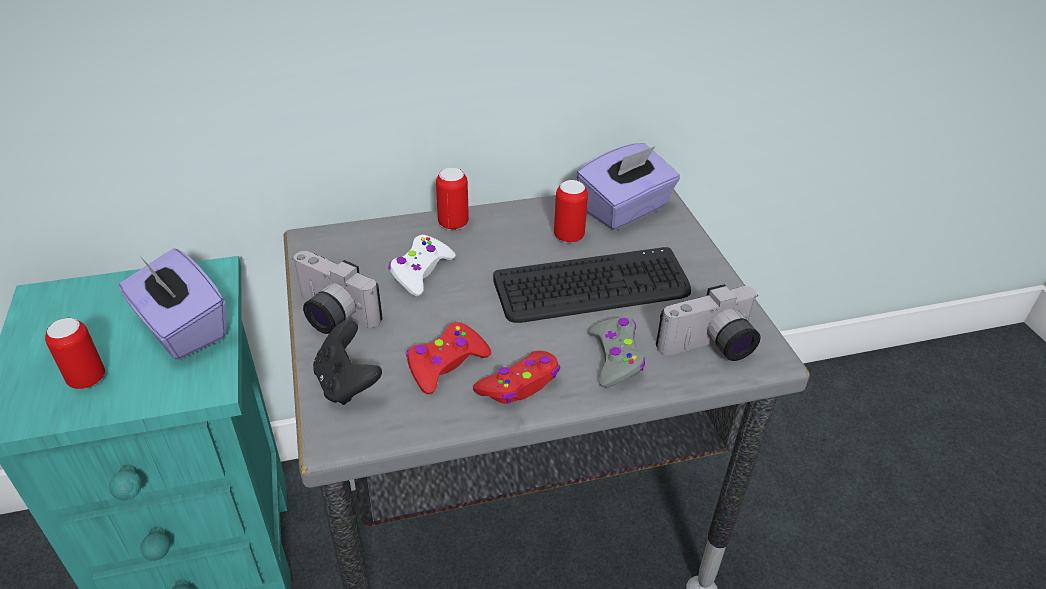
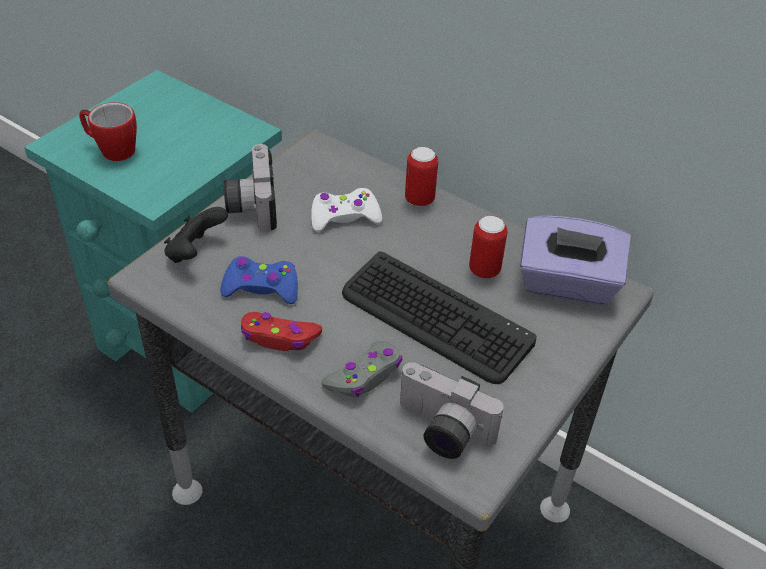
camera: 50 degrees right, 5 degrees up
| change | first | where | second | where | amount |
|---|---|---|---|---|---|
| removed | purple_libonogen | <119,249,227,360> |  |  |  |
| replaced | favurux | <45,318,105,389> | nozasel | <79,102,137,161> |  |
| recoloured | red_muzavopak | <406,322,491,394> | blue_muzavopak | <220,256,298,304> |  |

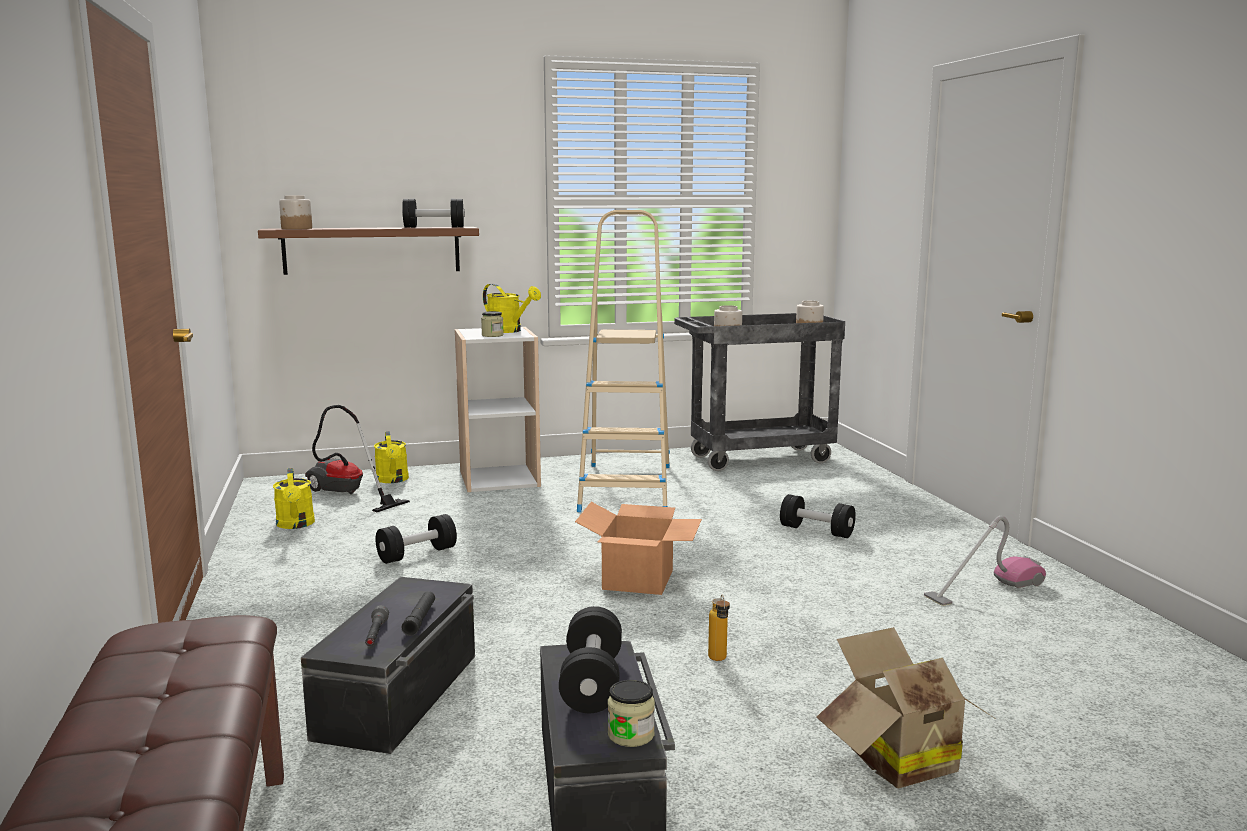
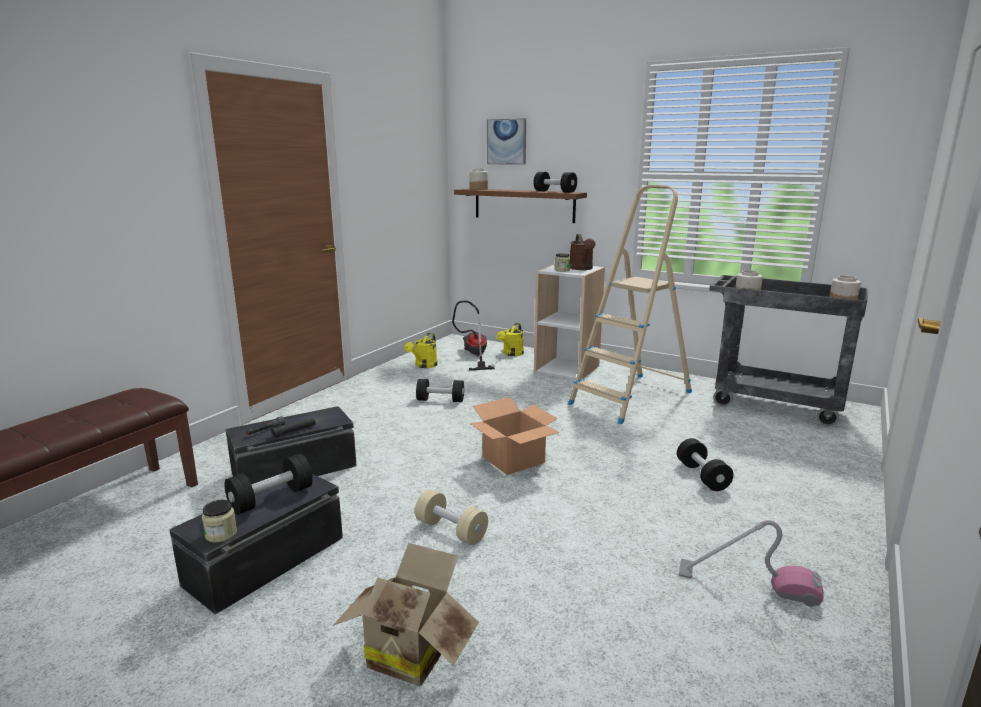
camera: 45 degrees right, 5 degrees up
| change | first | where | second | where | amount |
|---|---|---|---|---|---|
| recoloured | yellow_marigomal | <483,284,541,333> | brown_marigomal | <570,234,595,270> |  |
| replaced | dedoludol | <708,594,730,661> | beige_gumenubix | <415,489,488,545> |  |
| added |  |  | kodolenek | <487,118,526,165> |  |

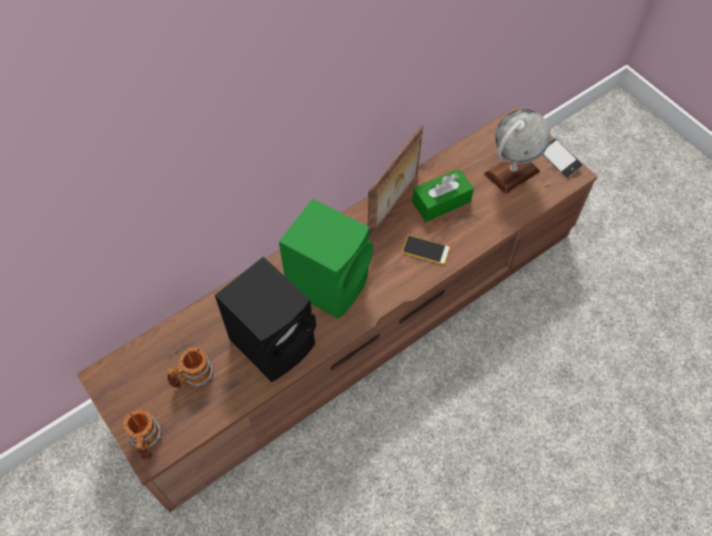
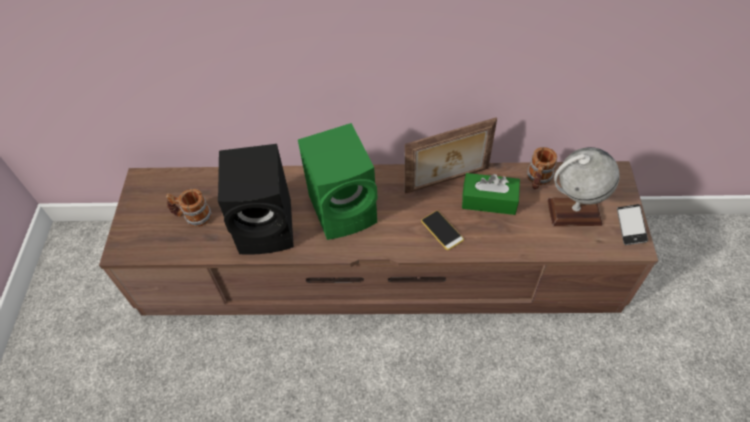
camera: 40 degrees right, 5 degrees down
| change | first | where | second | where | amount |
|---|---|---|---|---|---|
| moved | nozasel | <123,409,162,460> |  | <527,147,557,189> |  |

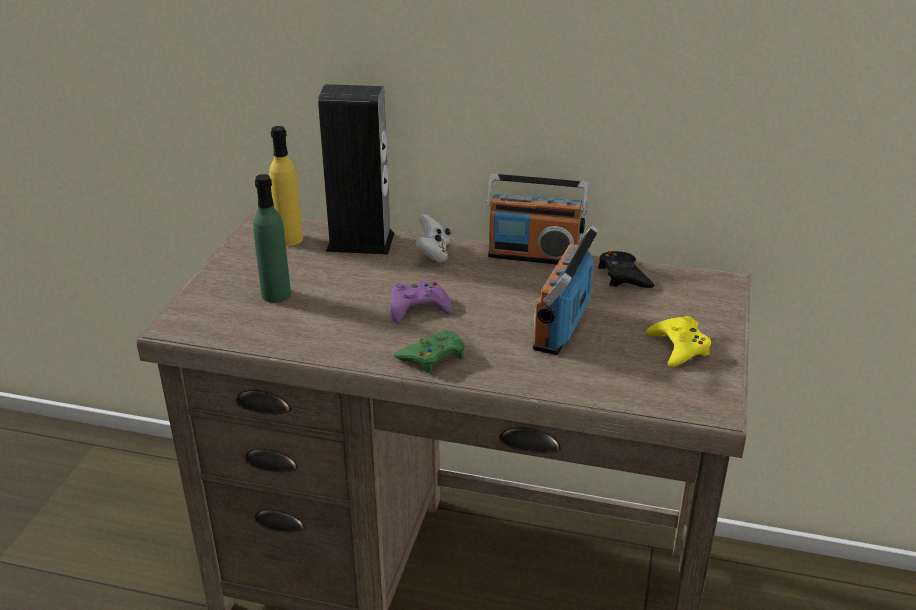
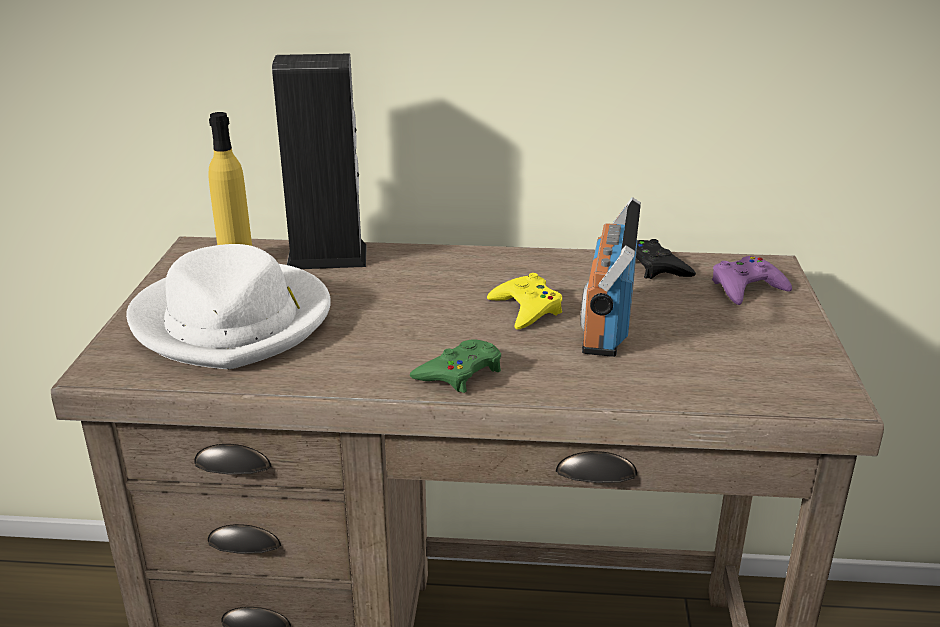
camera: 10 degrees left, 5 degrees down
| change | first | where | second | where | amount |
|---|---|---|---|---|---|
| replaced | green_dedoludol | <253,174,291,303> | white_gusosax | <126,244,331,369> |  |
| removed | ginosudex | <486,174,589,264> |  |  |  |
| removed | white_muzavopak | <415,214,451,263> |  |  |  |
| moved | purple_muzavopak | <390,280,453,323> |  | <712,256,792,305> |  |
| moved | yellow_muzavopak | <646,316,711,367> |  | <487,273,562,329> |  |

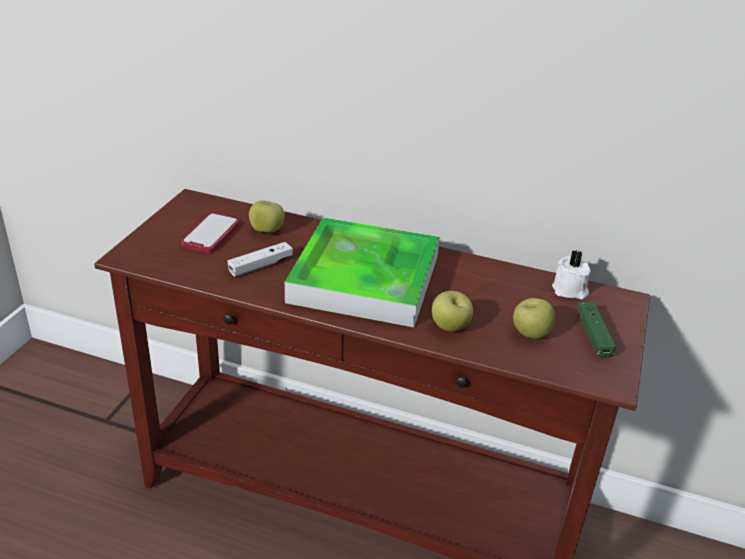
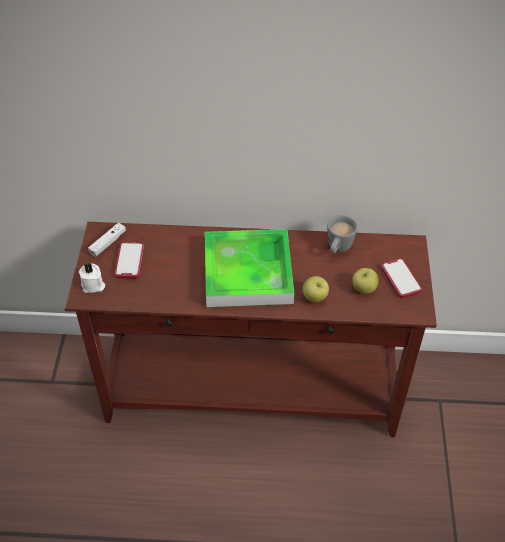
camera: 15 degrees left, 15 degrees up
| change | first | where | second | where | amount |
|---|---|---|---|---|---|
| removed | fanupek | <249,201,285,233> |  |  |  |
| moved | white_muzavopak | <227,242,293,277> |  | <88,223,126,257> |  |
| moved | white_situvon | <552,250,591,299> |  | <79,263,105,293> |  |
| replaced | green_muzavopak | <577,302,616,358> | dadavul | <381,258,422,298> |  |
| added |  |  | grey_nozasel | <327,215,357,254> |  |

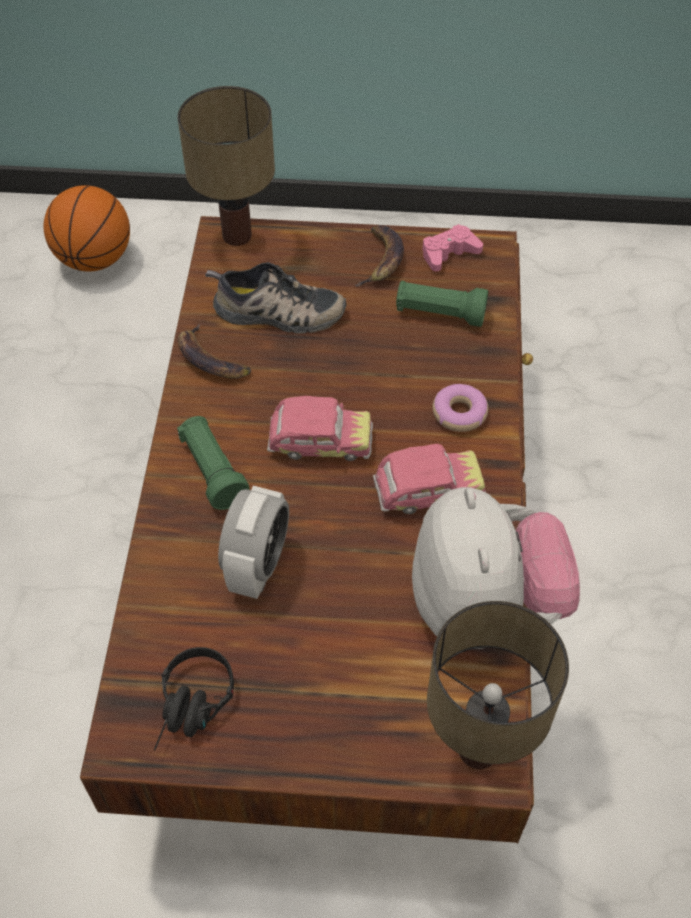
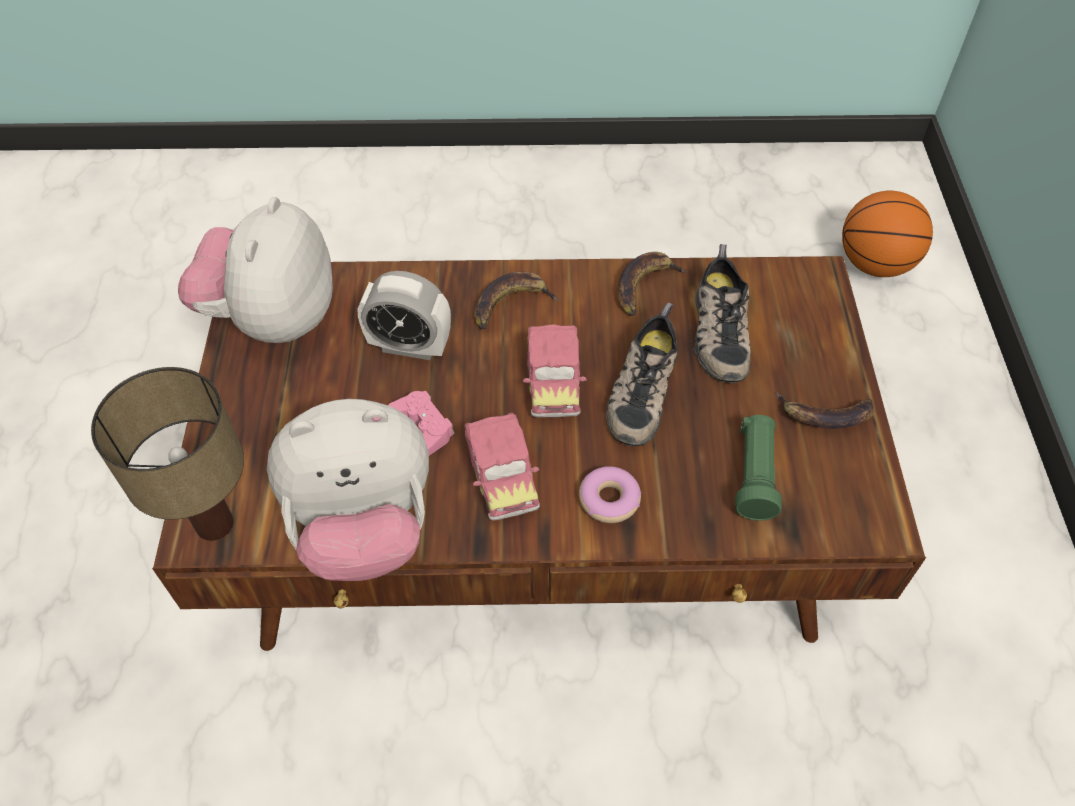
camera: 85 degrees right, 0 degrees up
| change | first | where | second | where | amount |
|---|---|---|---|---|---|
| removed | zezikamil | <178,86,275,246> |  |  |  |
| moved | pink_muzavopak | <422,224,483,271> |  | <388,391,455,455> |  |
| replaced | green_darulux | <177,416,250,510> | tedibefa | <474,272,560,329> |  |
| replaced | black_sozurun | <154,647,234,750> | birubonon | <178,197,333,343> |  |
| added |  |  | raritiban | <606,302,677,446> |  |

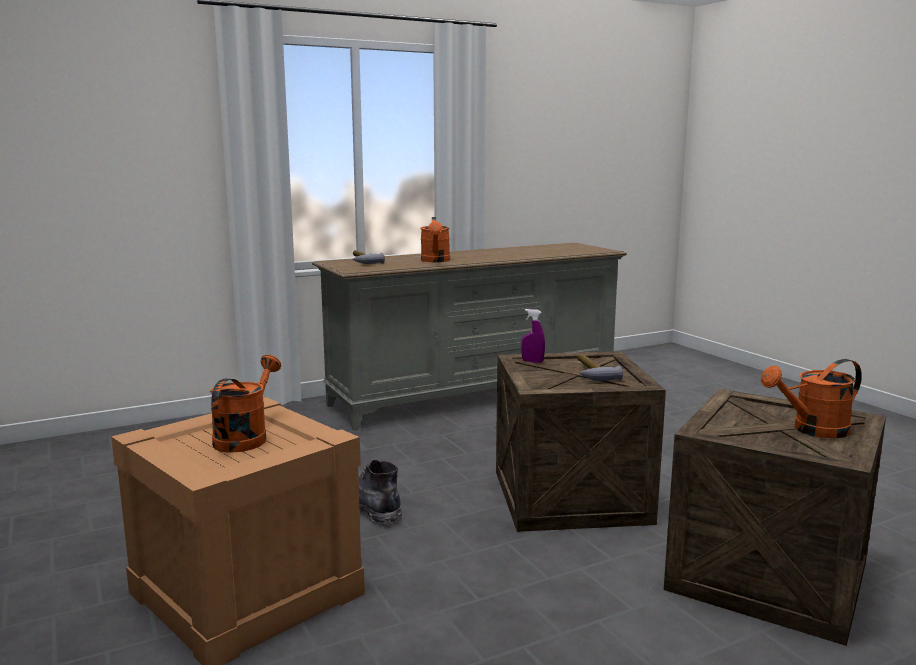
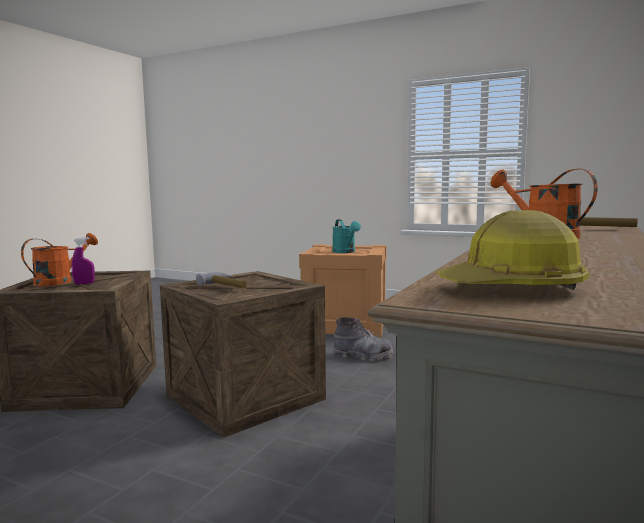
camera: 145 degrees right, 5 degrees down
| change | first | where | second | where | amount |
|---|---|---|---|---|---|
| moved | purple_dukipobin | <521,309,545,363> |  | <72,237,95,285> |  |
| recoloured | orange_marigomal | <210,355,281,453> | turquoise_marigomal | <332,219,361,253> |  |
| added |  |  | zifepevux | <436,210,589,290> |  |

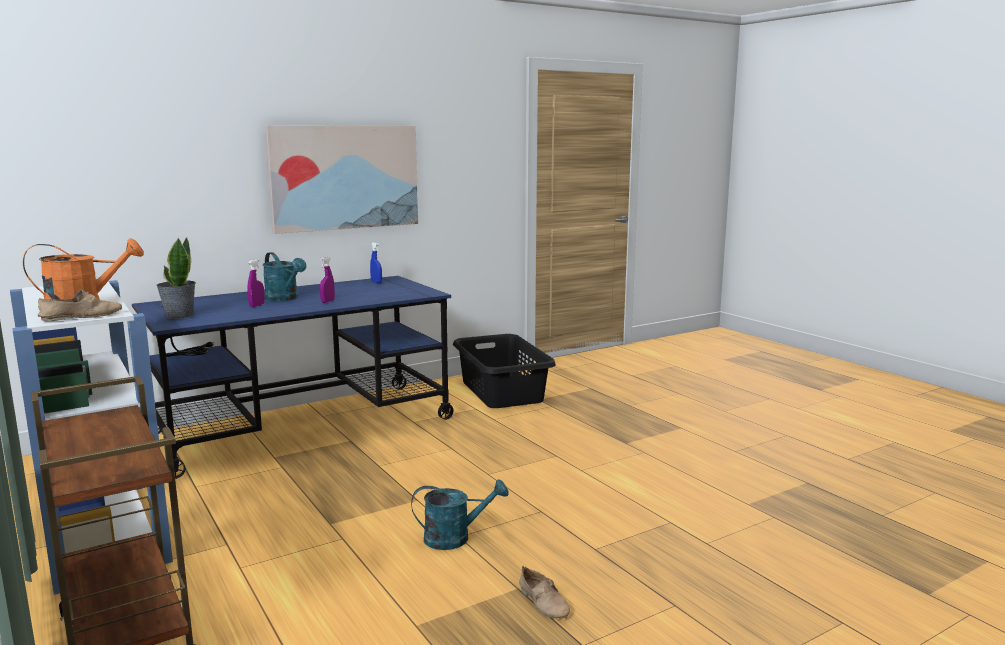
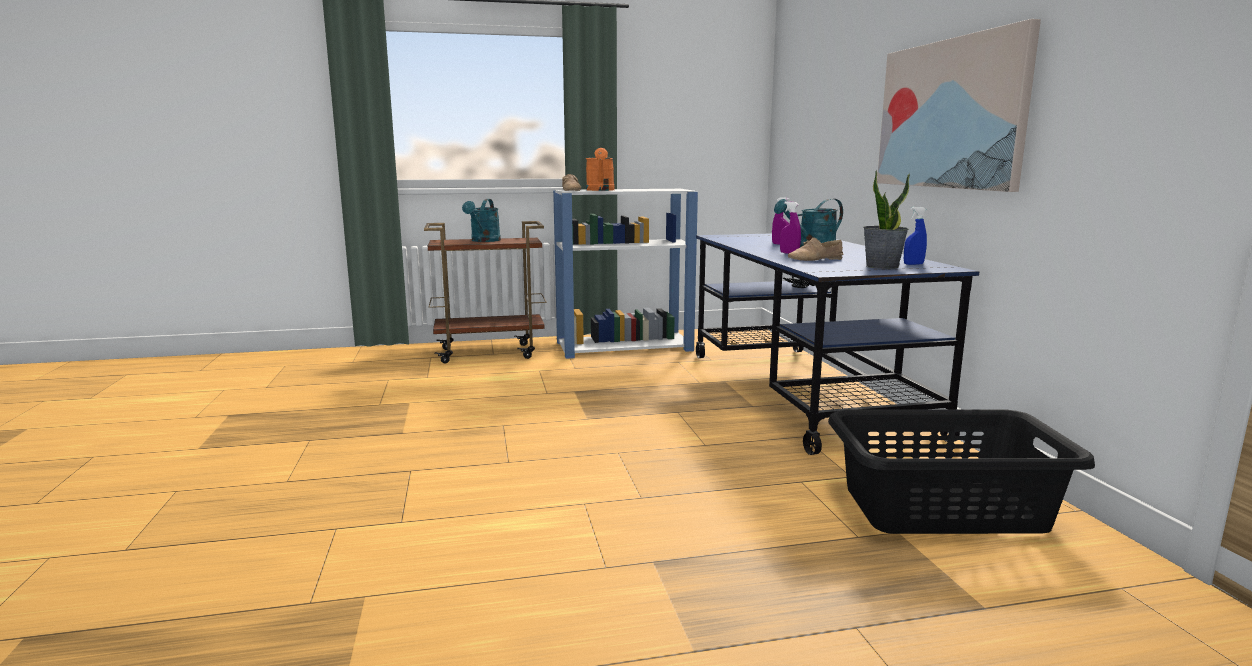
camera: 110 degrees right, 0 degrees up
| change | first | where | second | where | amount |
|---|---|---|---|---|---|
| moved | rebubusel | <156,237,196,319> |  | <863,170,910,269> |  |
| moved | turquoise_marigomal | <411,479,508,550> |  | <462,199,501,242> |  |
| moved | beige_raritiban | <519,566,570,618> |  | <788,237,843,261> |  |

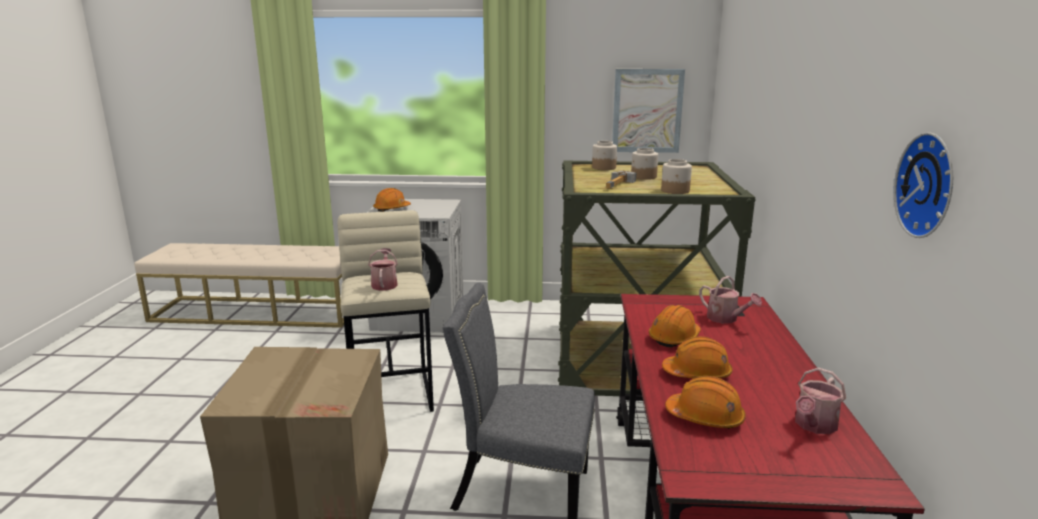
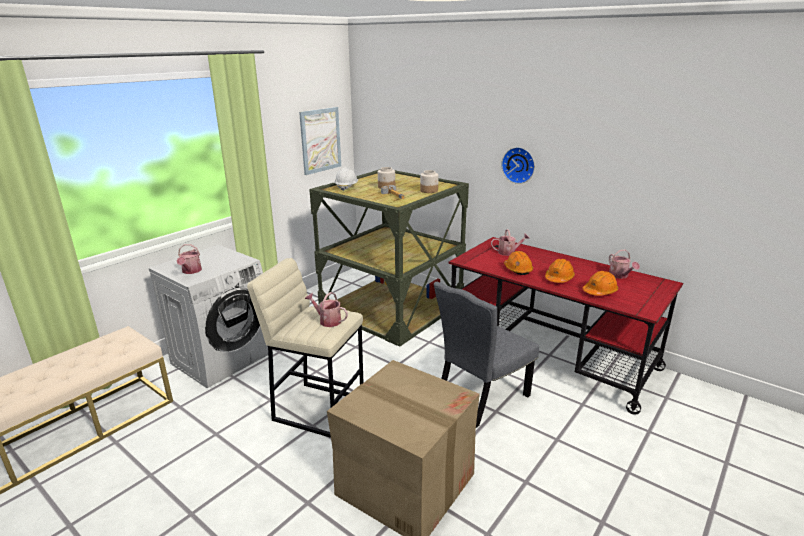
camera: 55 degrees left, 5 degrees up
| change | first | where | second | where | amount |
|---|---|---|---|---|---|
| moved | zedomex | <894,132,953,238> |  | <501,147,535,184> |  |
| replaced | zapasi | <592,141,617,170> | white_zifepevux | <335,167,358,191> |  |
| replaced | orange_zifepevux | <373,188,411,212> | marigomal | <177,244,202,274> |  |

